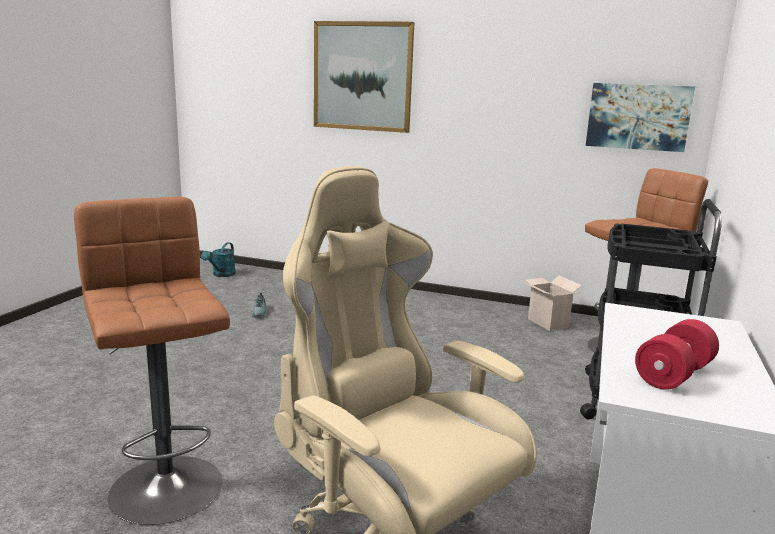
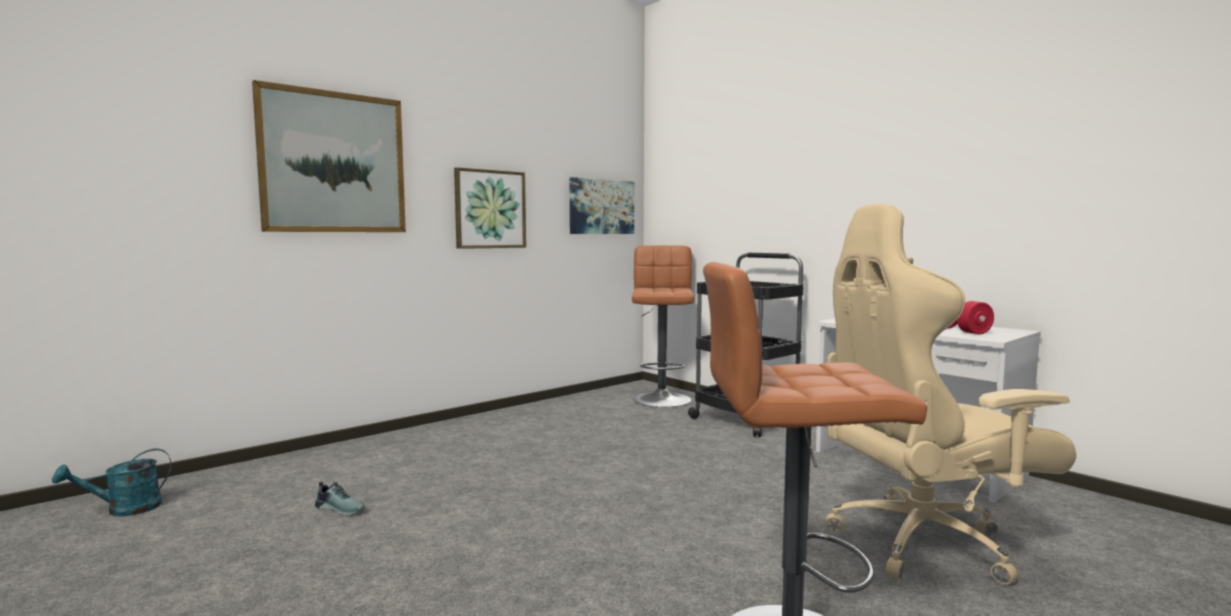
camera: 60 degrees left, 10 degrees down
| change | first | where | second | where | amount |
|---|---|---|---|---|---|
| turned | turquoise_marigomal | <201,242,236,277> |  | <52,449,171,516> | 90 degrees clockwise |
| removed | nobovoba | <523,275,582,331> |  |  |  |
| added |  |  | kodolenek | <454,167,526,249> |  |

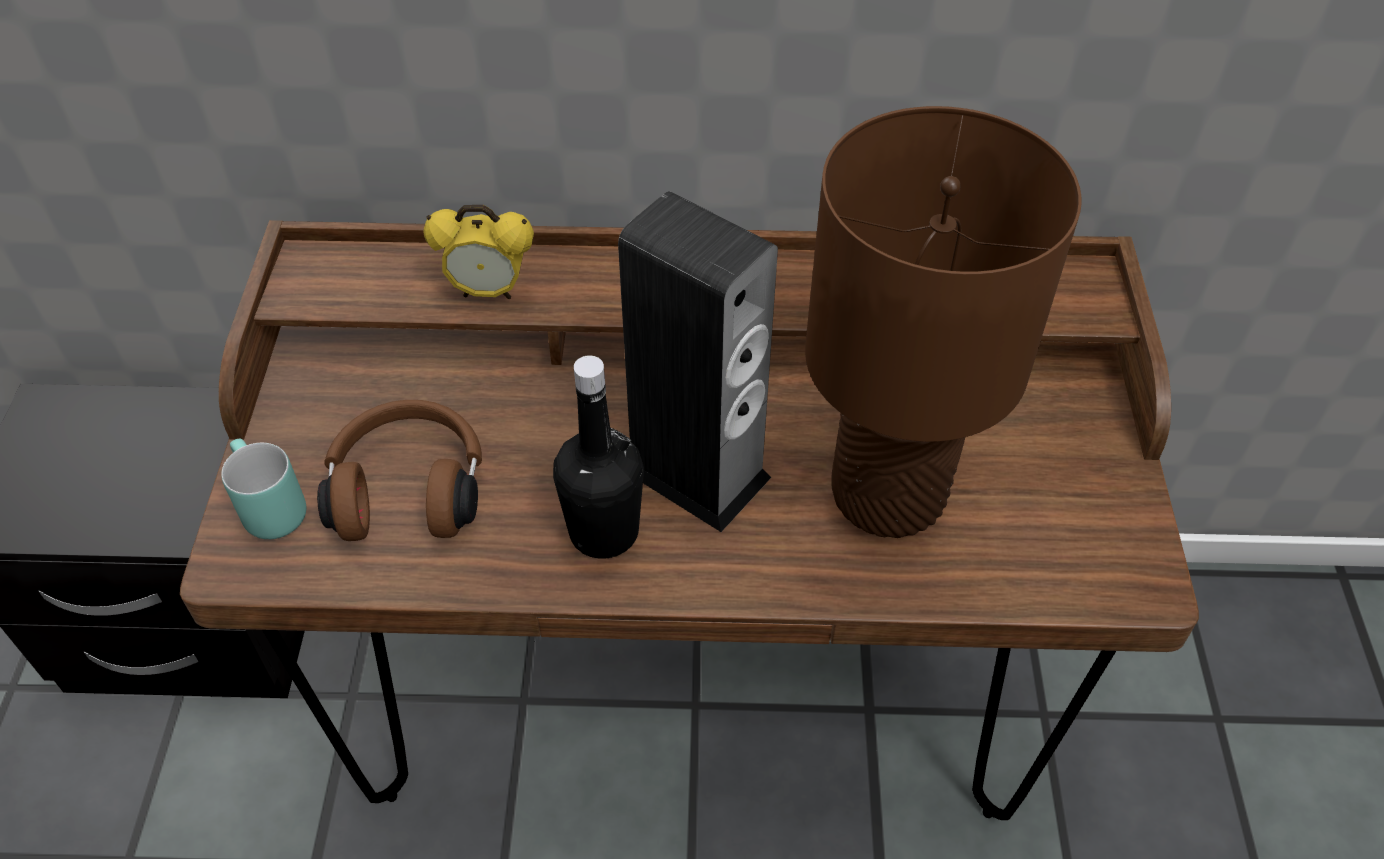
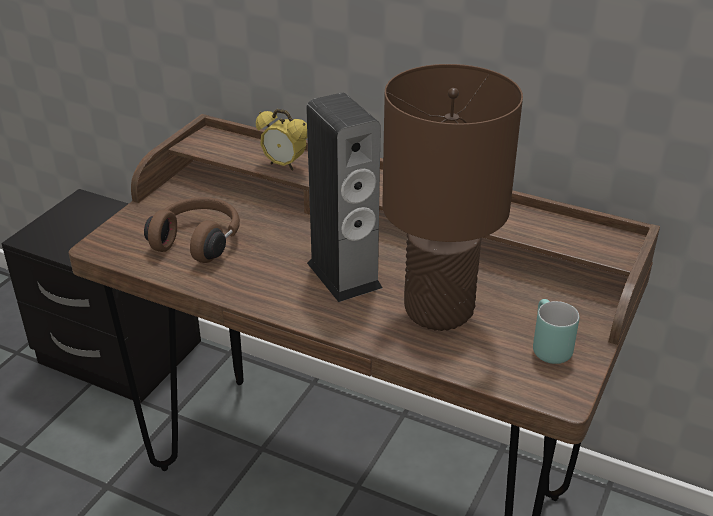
camera: 25 degrees right, 15 degrees down
| change | first | where | second | where | amount |
|---|---|---|---|---|---|
| removed | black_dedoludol | <553,355,644,559> |  |  |  |
| moved | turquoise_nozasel | <221,439,306,539> |  | <533,299,579,364> |  |

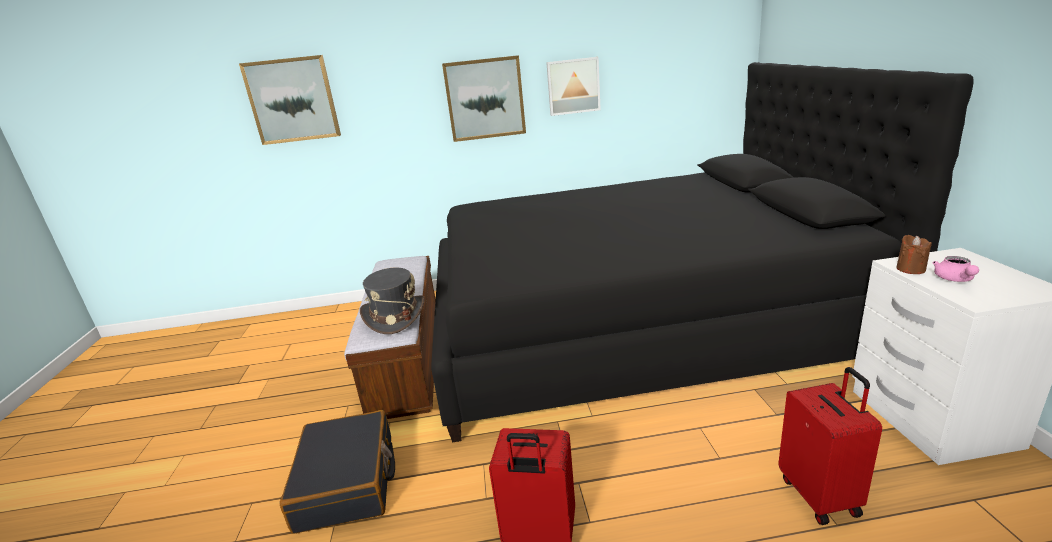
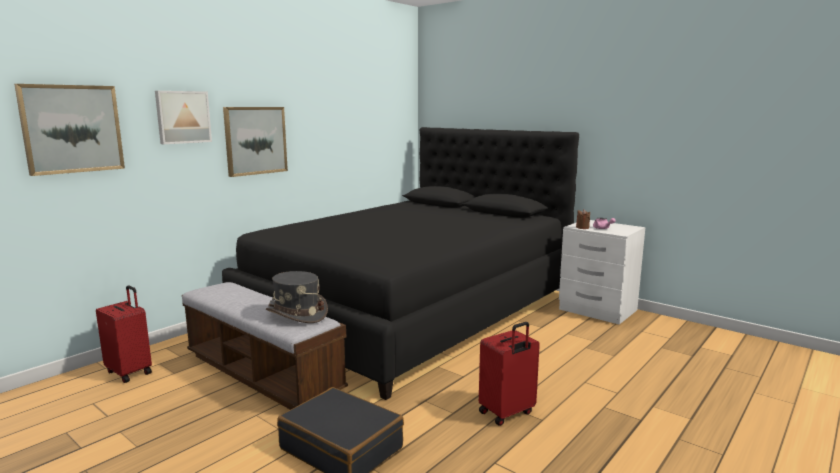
camera: 45 degrees left, 10 degrees down
| change | first | where | second | where | amount |
|---|---|---|---|---|---|
| moved | kodolenek | <546,57,601,116> |  | <155,91,212,144> |  |
| moved | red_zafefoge | <778,367,882,525> |  | <96,285,152,383> |  |

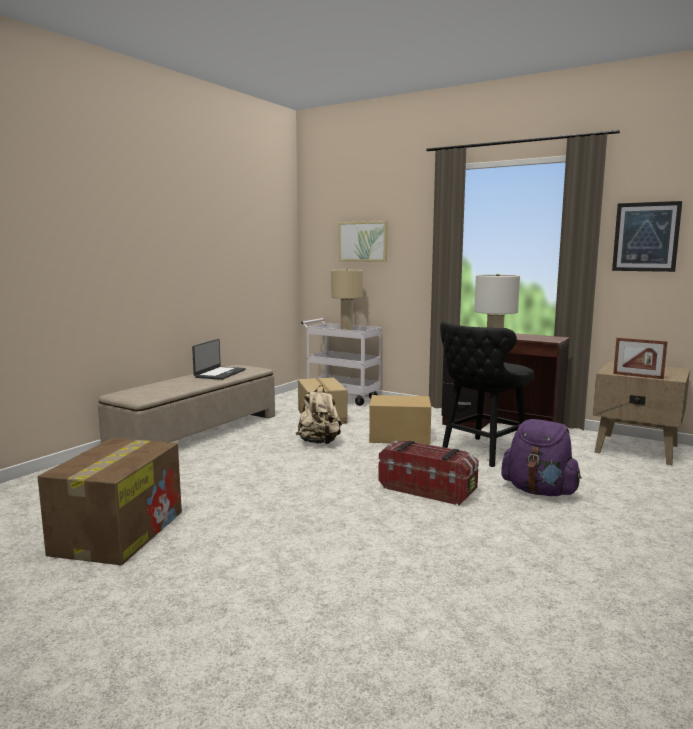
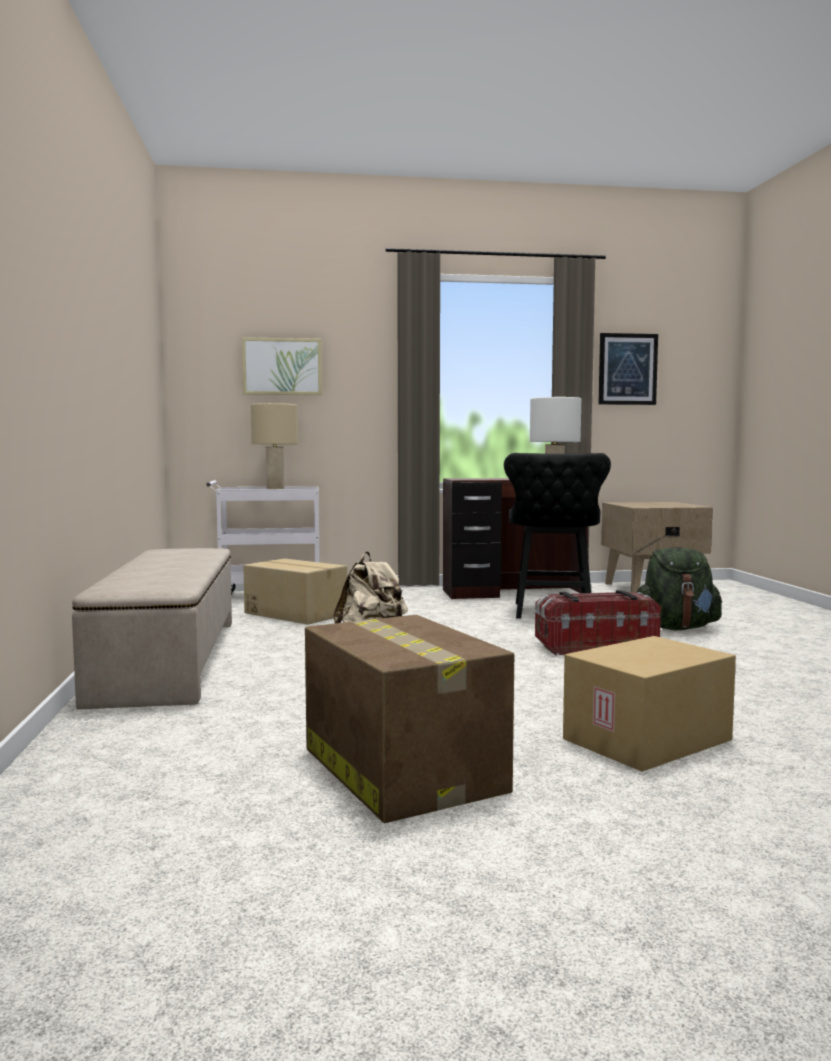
camera: 40 degrees left, 5 degrees down
| change | first | where | second | where | amount |
|---|---|---|---|---|---|
| removed | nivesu | <613,338,668,379> |  |  |  |
| removed | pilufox | <192,339,246,380> |  |  |  |
| moved | nobovoba | <369,395,431,444> |  | <563,636,736,772> |  |
| recoloured | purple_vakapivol | <501,419,582,496> | green_vakapivol | <637,548,722,630> |  |

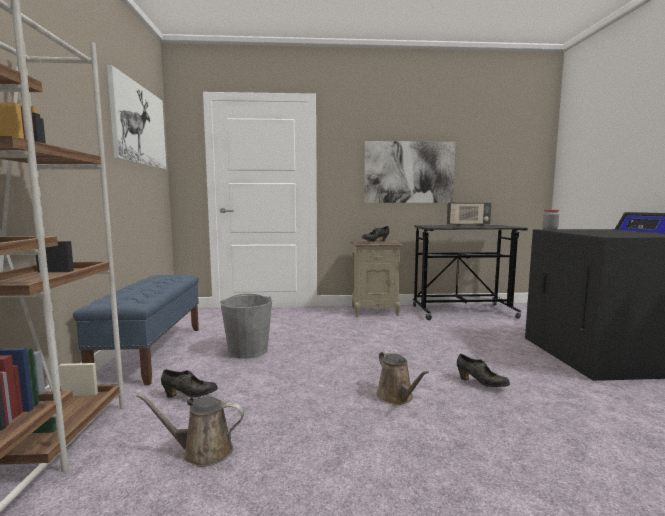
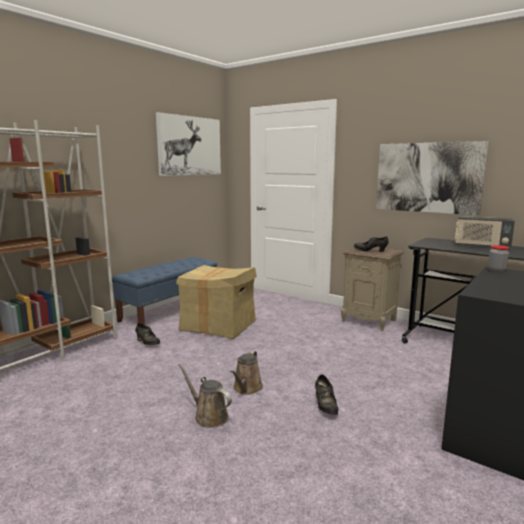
camera: 40 degrees right, 5 degrees up
| change | first | where | second | where | amount |
|---|---|---|---|---|---|
| replaced | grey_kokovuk | <220,294,272,359> | nobovoba | <176,265,257,339> |  |
| moved | brown_marigomal | <136,394,244,467> |  | <178,363,232,428> |  |

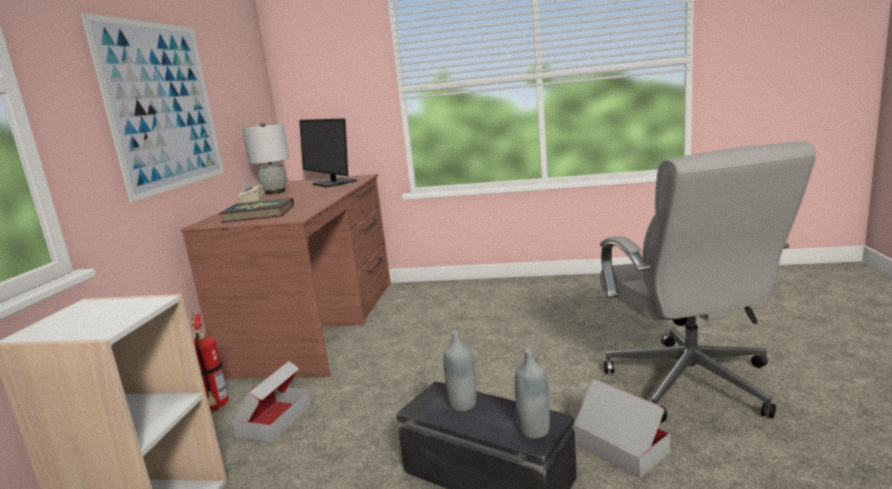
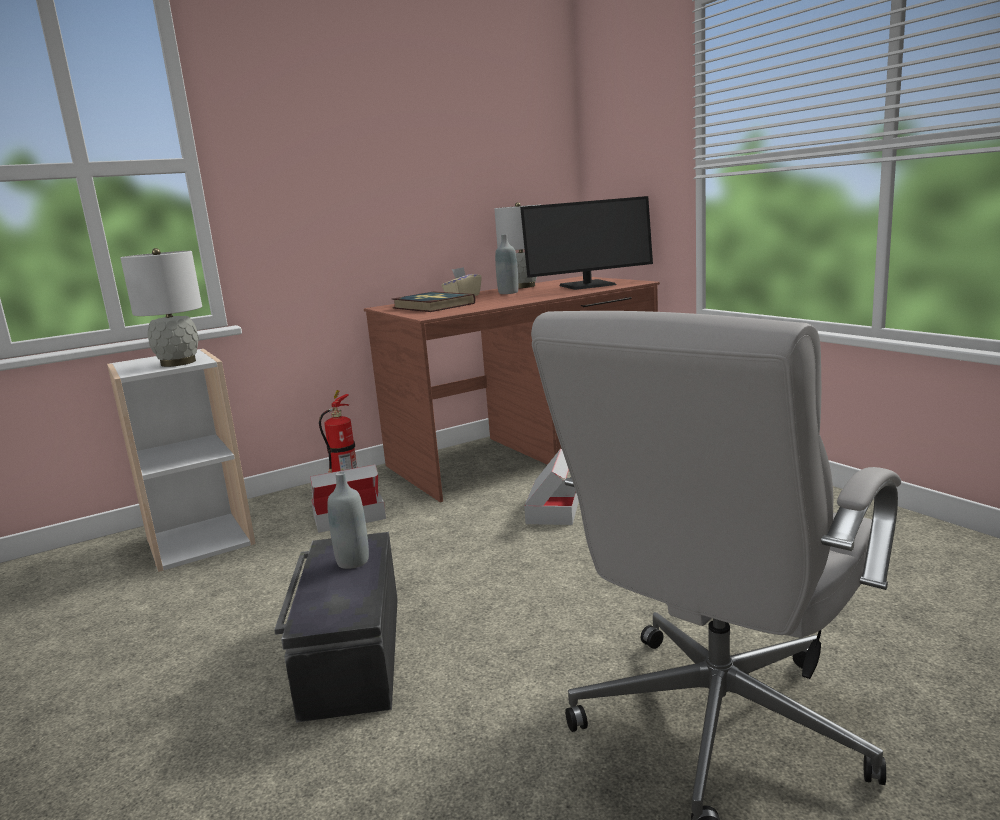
camera: 50 degrees right, 0 degrees up
| change | first | where | second | where | amount |
|---|---|---|---|---|---|
| removed | kodolenek | <81,13,224,202> |  |  |  |
| turned | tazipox | <299,118,357,188> |  | <520,196,653,290> | 120 degrees counterclockwise |
| moved | grey_dedoludol | <515,349,550,439> |  | <495,234,518,294> |  |
| moved | nobovoba | <575,379,670,478> |  | <524,448,579,525> |  |
| added |  |  | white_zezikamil | <120,248,202,367> |  |

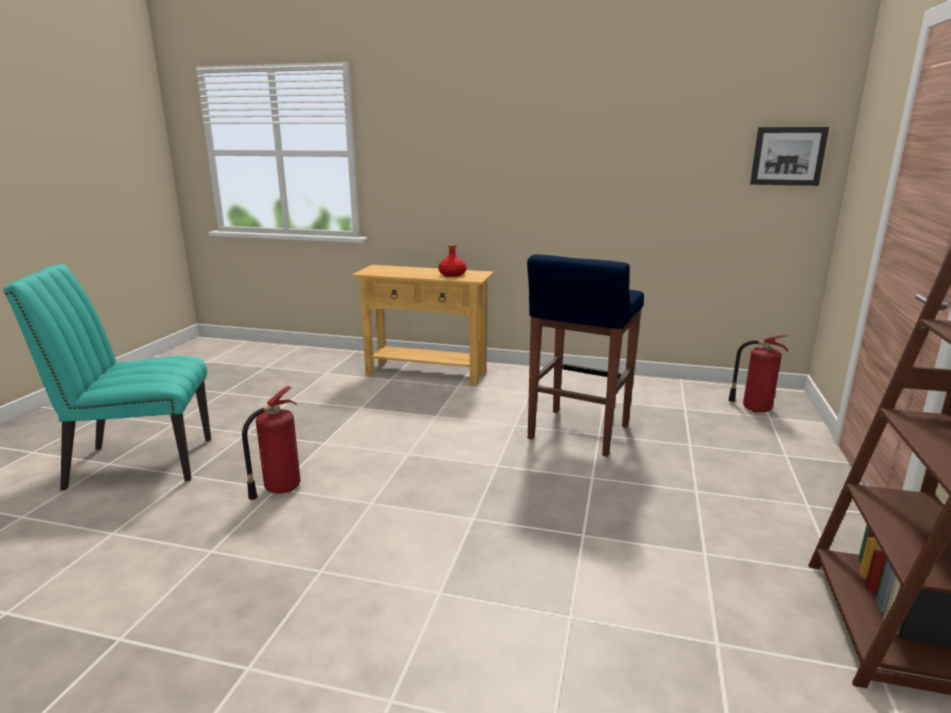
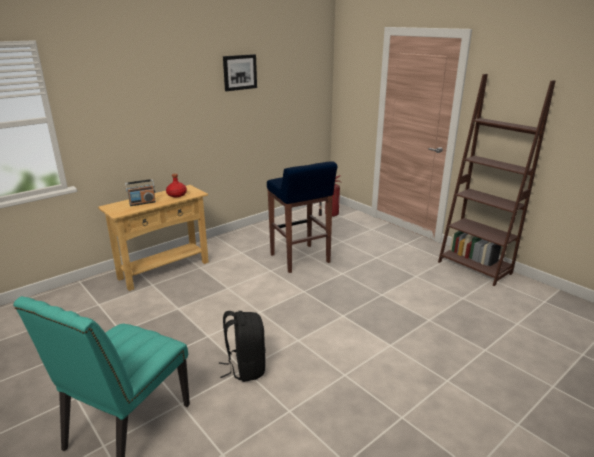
camera: 55 degrees left, 5 degrees up
| change | first | where | second | where | amount |
|---|---|---|---|---|---|
| moved | kodolenek | <750,127,829,186> |  | <223,54,257,91> |  |
| replaced | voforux | <242,386,301,500> | black_vakapivol | <219,311,266,382> |  |
| added |  |  | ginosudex | <125,179,156,206> |  |

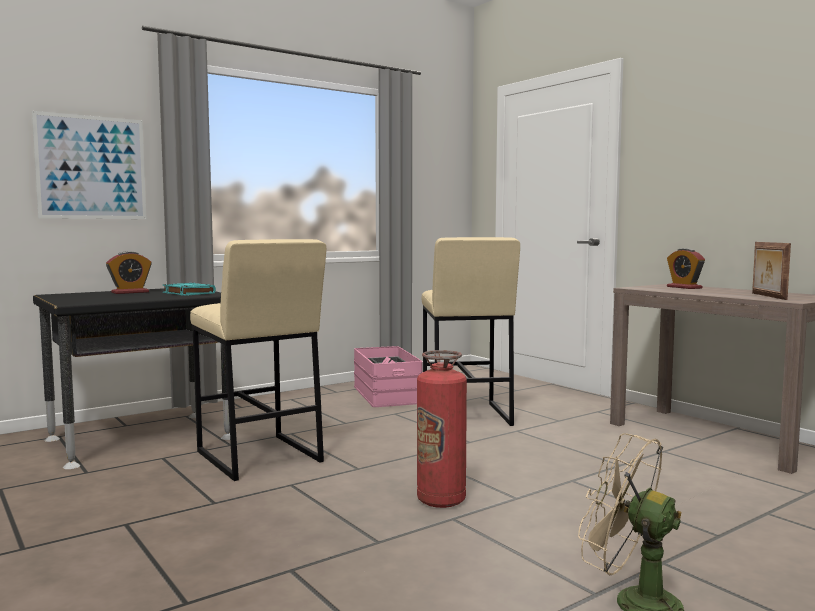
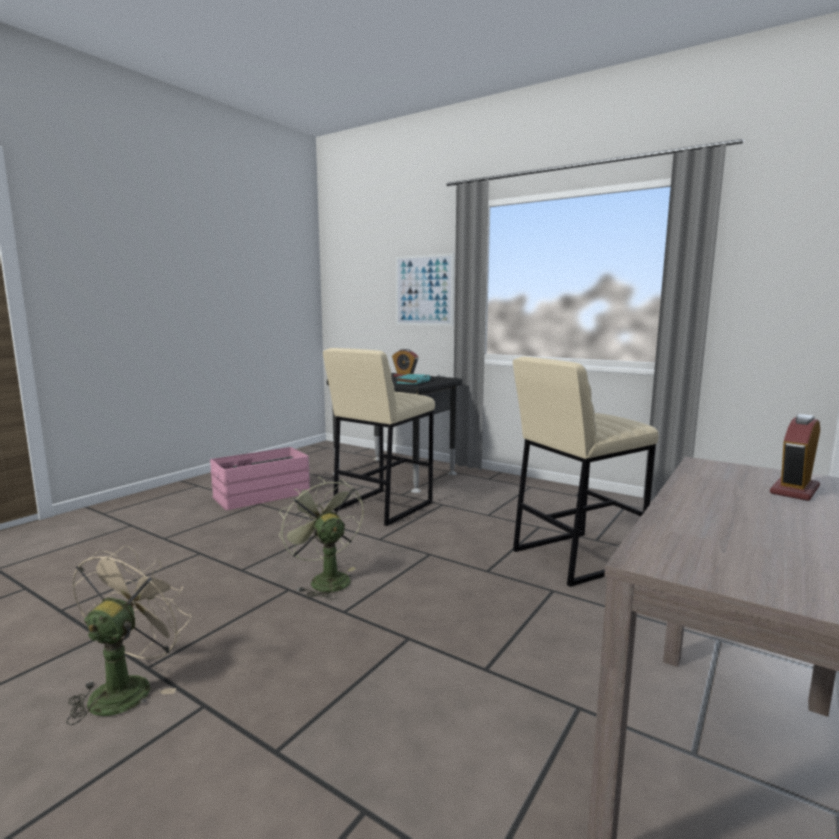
camera: 70 degrees right, 5 degrees up
| change | first | where | second | where | amount |
|---|---|---|---|---|---|
| removed | nivesu | <752,242,791,300> |  |  |  |
| moved | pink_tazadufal | <354,346,423,407> |  | <210,447,311,510> |  |
| replaced | voforux | <417,350,467,508> | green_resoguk | <279,477,364,600> |  |

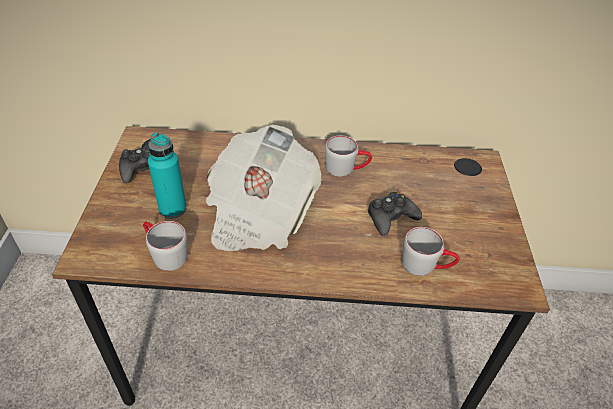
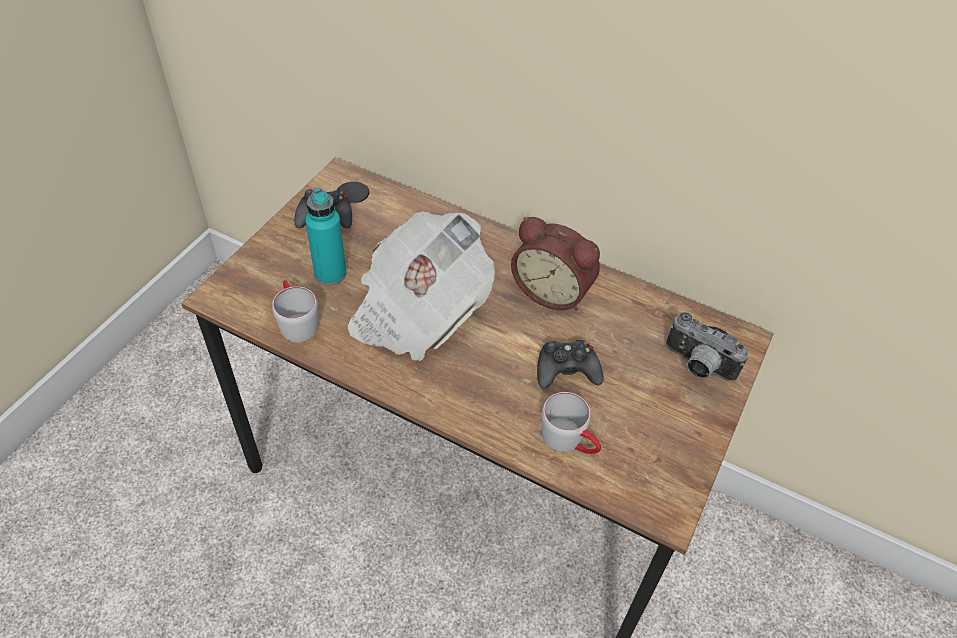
camera: 25 degrees right, 5 degrees up
| change | first | where | second | where | amount |
|---|---|---|---|---|---|
| replaced | grey_nozasel | <325,136,372,177> | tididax | <511,217,600,311> |  |
| added |  |  | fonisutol | <666,312,748,382> |  |

